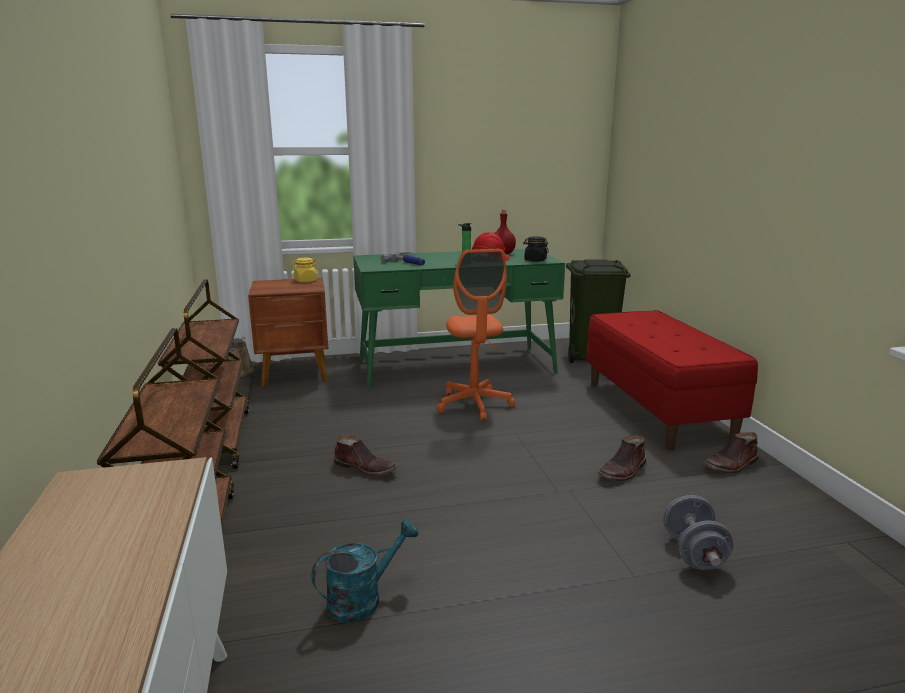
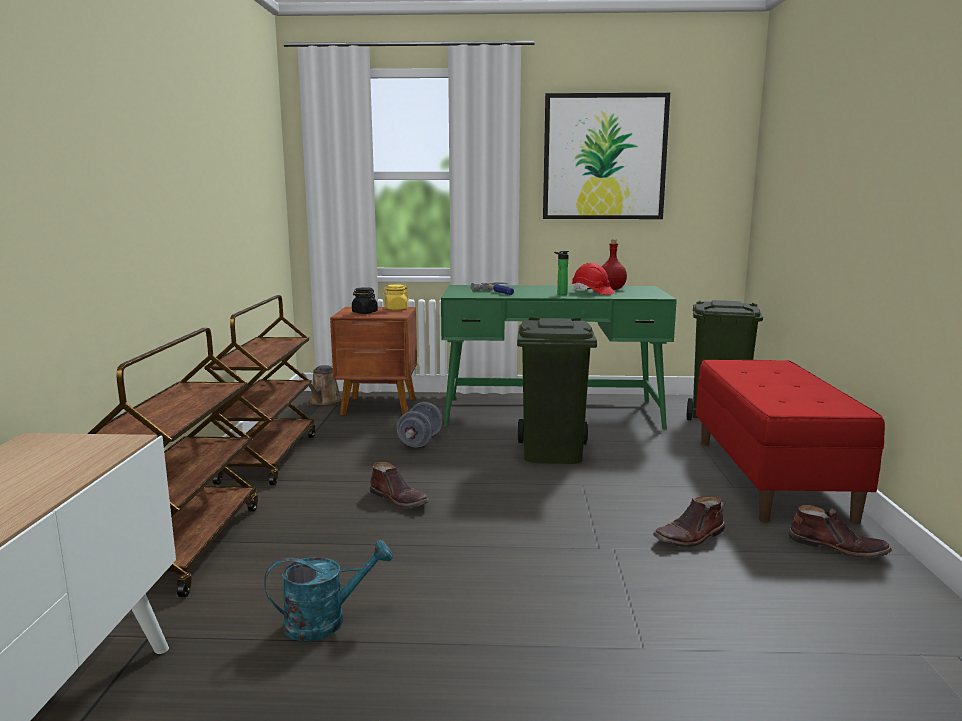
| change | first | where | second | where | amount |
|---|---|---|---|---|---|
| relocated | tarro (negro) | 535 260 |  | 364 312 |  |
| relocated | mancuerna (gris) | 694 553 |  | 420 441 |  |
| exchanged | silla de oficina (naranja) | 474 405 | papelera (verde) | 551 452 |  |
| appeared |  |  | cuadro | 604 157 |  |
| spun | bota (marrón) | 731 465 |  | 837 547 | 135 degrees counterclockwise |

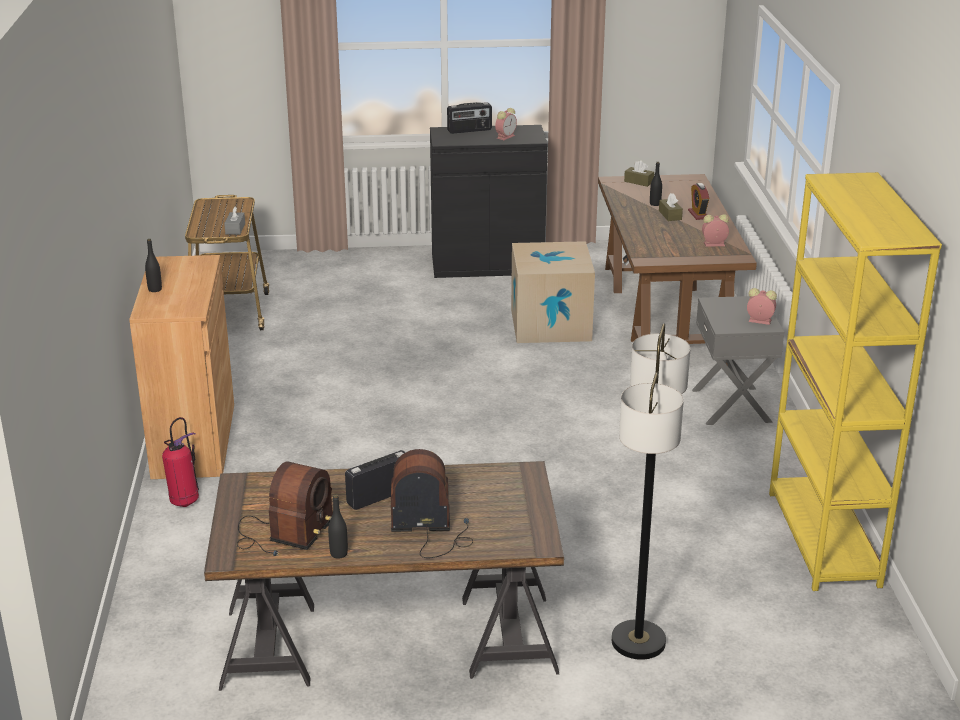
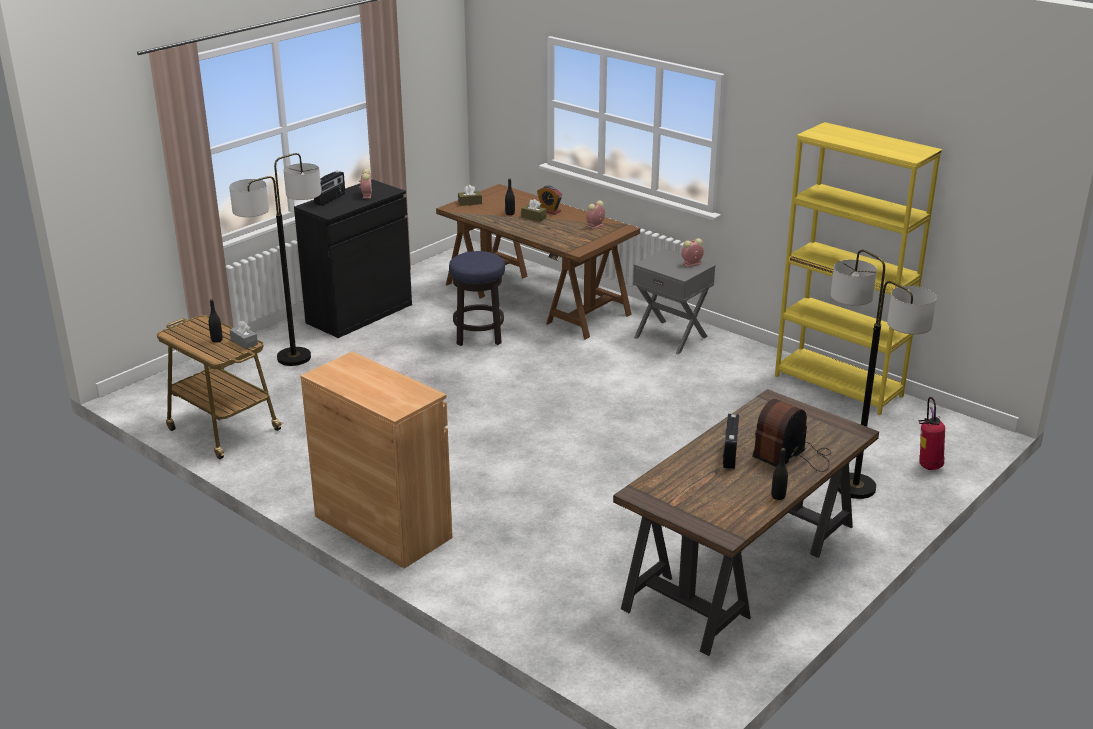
| change | first | where | second | where | amount |
|---|---|---|---|---|---|
| relocated | botella (negro) | 155 289 |  | 217 340 |  |
| appeared |  |  | lámpara de pie | 293 358 |  |
| exchanged | caja de cartón | 550 325 | taburete | 478 335 |  |
| relocated | extintor | 184 501 |  | 928 466 |  |
| missing | radio | 284 533 |  |  |  |

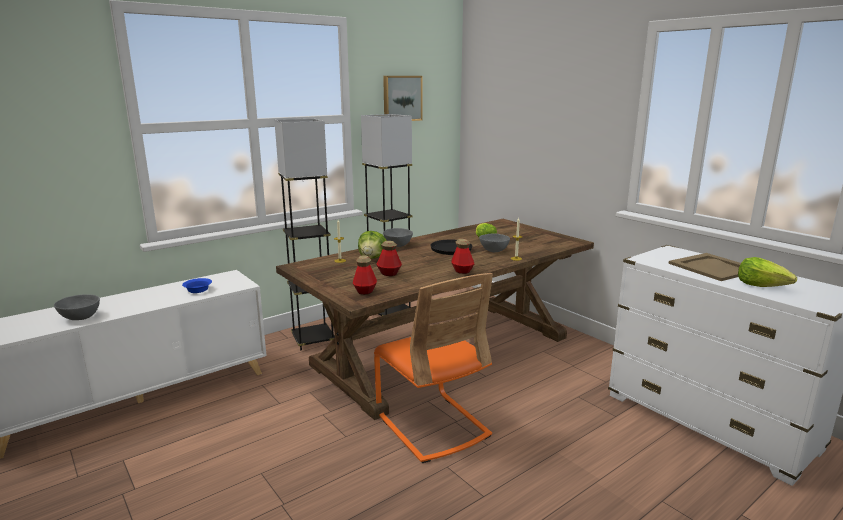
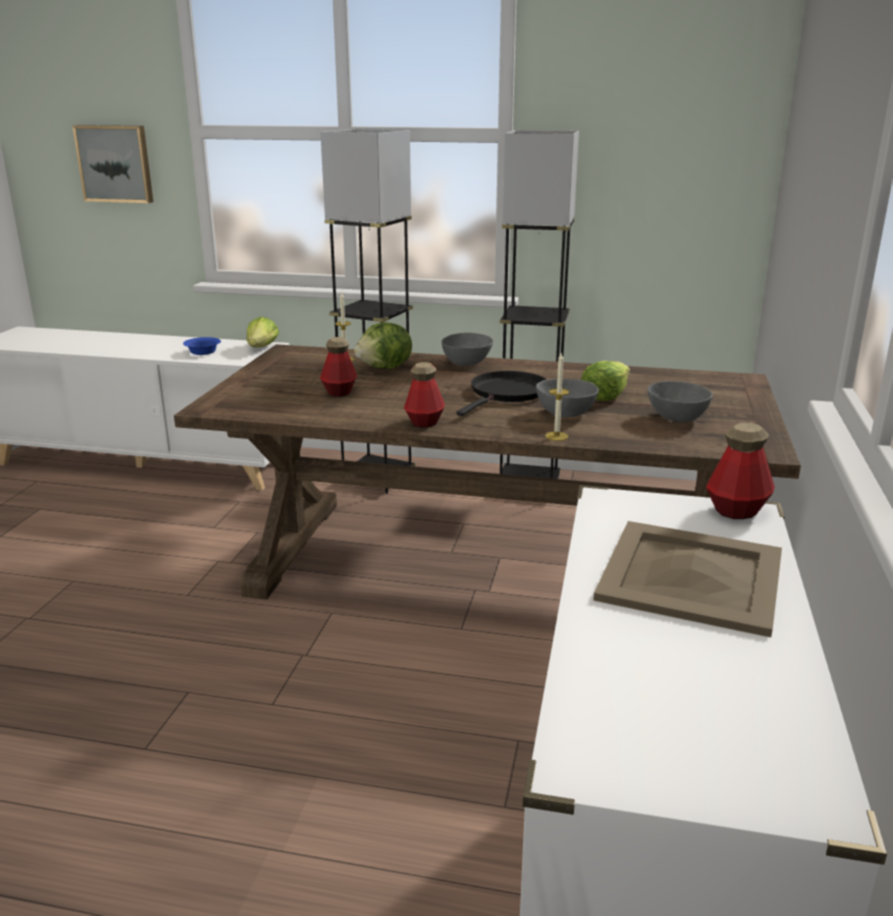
| change | first | where | second | where | amount |
|---|---|---|---|---|---|
| relocated | cuadro | 401 98 |  | 115 163 |  |
| relocated | lechuga | 761 286 |  | 262 348 |  |
| relocated | cuenco (gris) | 80 317 |  | 676 417 |  |
| relocated | botella | 365 291 |  | 736 510 |  |
| missing | silla (naranja) | 432 425 |  |  |  |

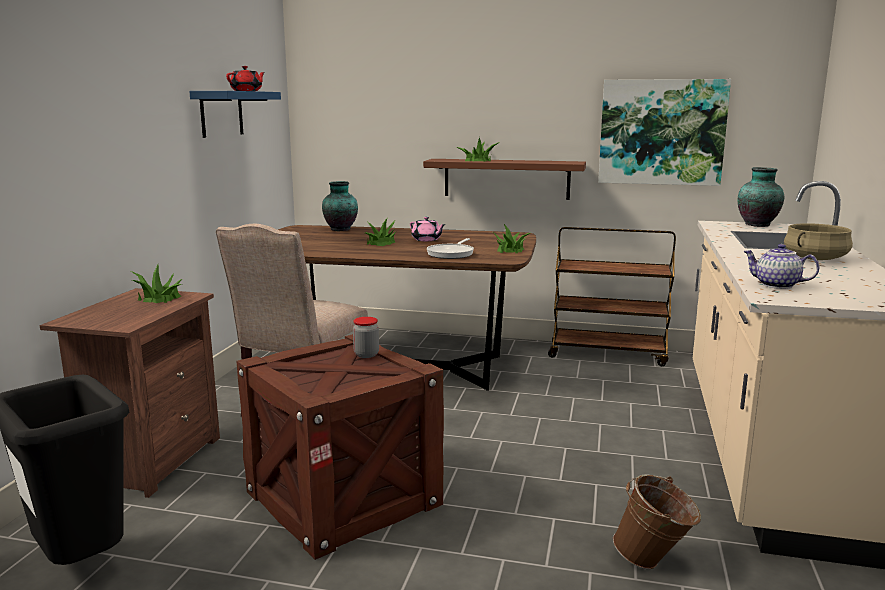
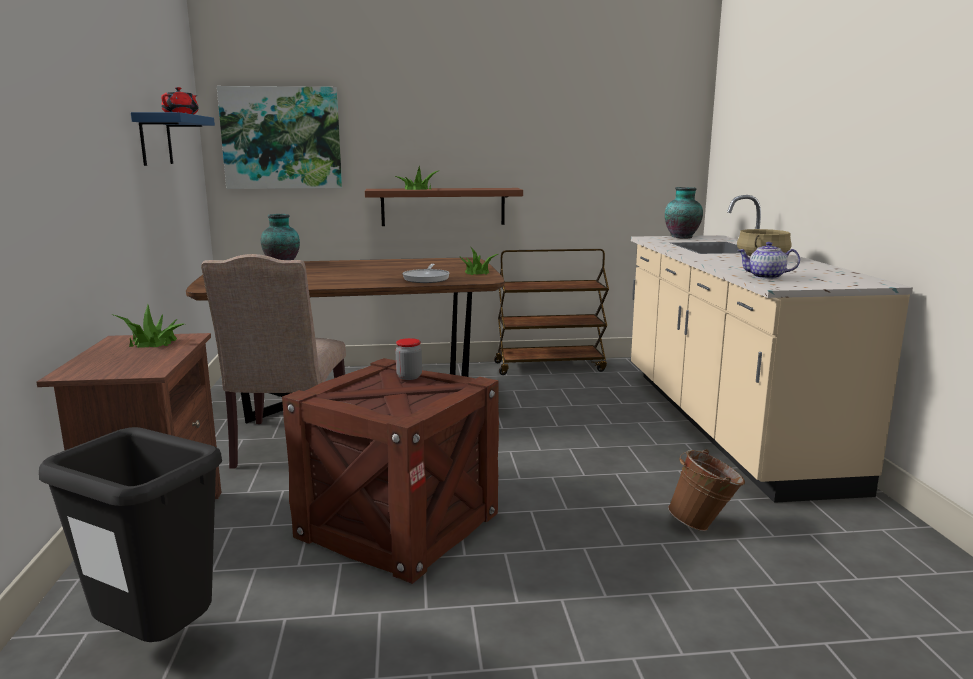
| change | first | where | second | where | amount |
|---|---|---|---|---|---|
| relocated | cuadro | 661 132 |  | 281 138 |  |
| missing | planta en maceta | 381 243 |  |  |  |
| missing | tetera (rosa) | 426 240 |  |  |  |

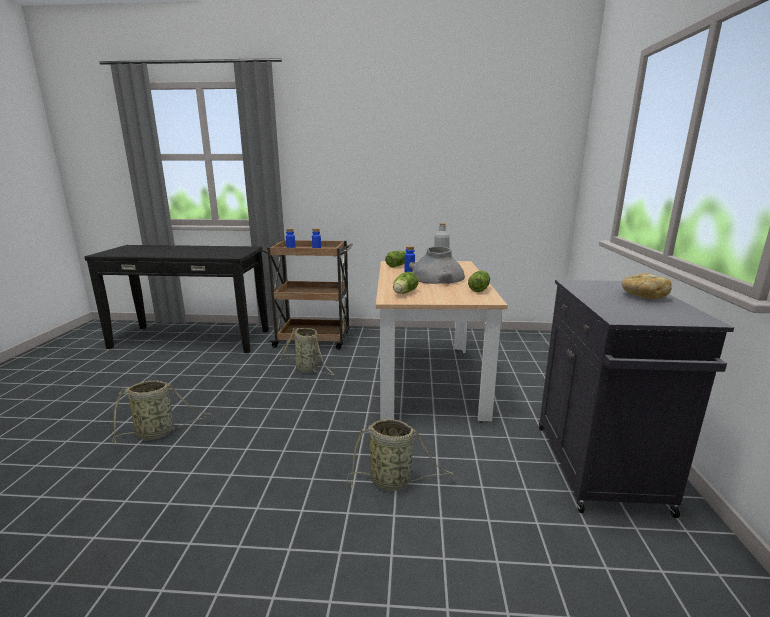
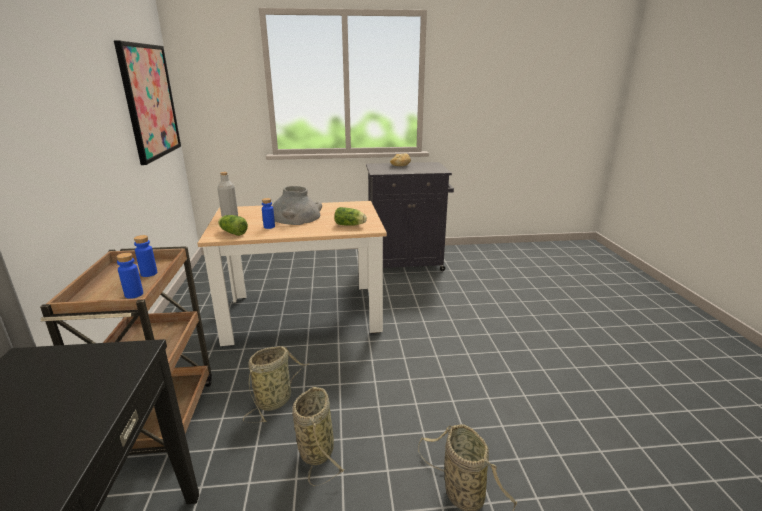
| change | first | where | second | where | amount |
|---|---|---|---|---|---|
| appeared |  |  | cuadro | 150 101 |  |
| relocated | cesta | 393 481 |  | 316 449 |  |
| missing | lechuga | 479 289 |  |  |  |

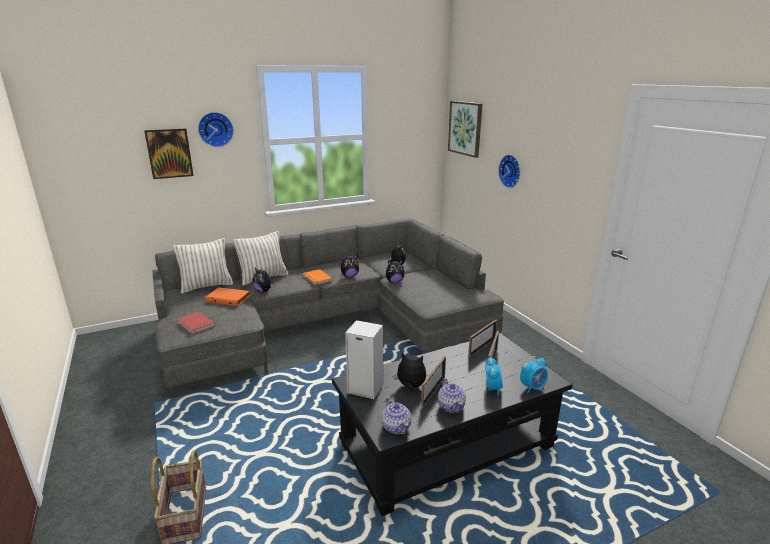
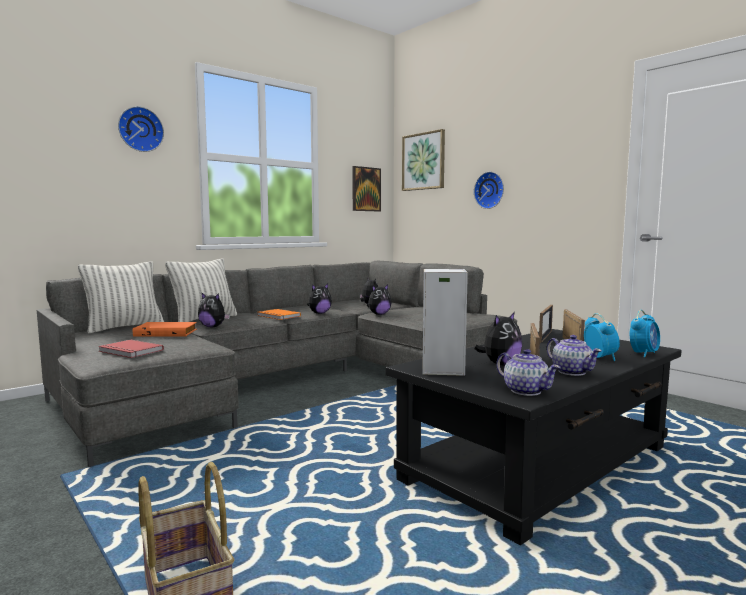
| change | first | where | second | where | amount |
|---|---|---|---|---|---|
| relocated | cuadro | 169 153 |  | 366 189 |  |
| spun | peluche | 410 387 |  | 500 364 | 135 degrees clockwise |

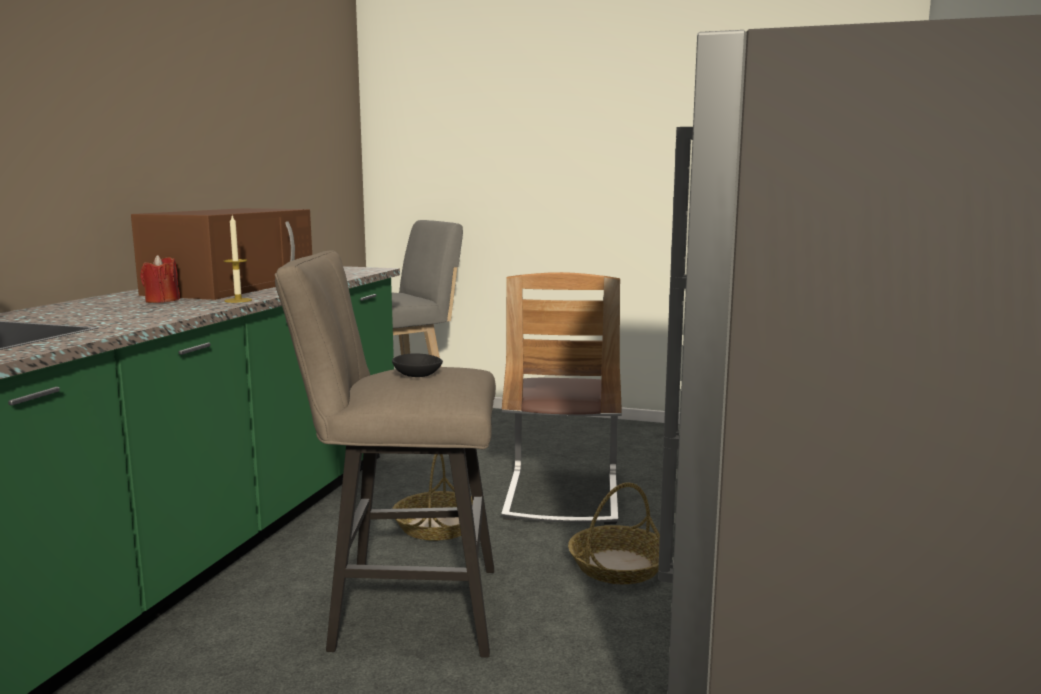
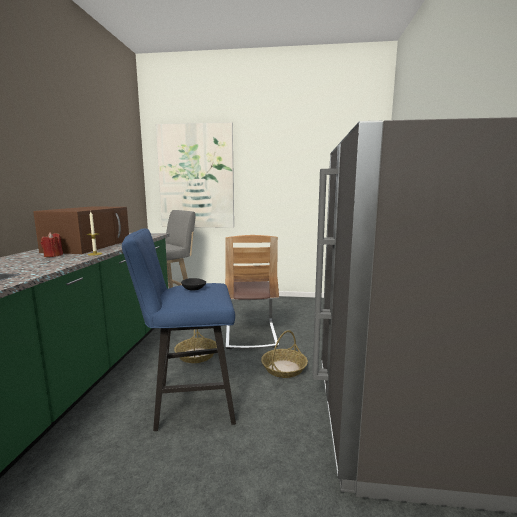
| change | first | where | second | where | amount |
|---|---|---|---|---|---|
| colour | taburete (beis) | 402 609 | taburete (azul) | 188 402 |  |
| appeared |  |  | cuadro | 196 177 |  |

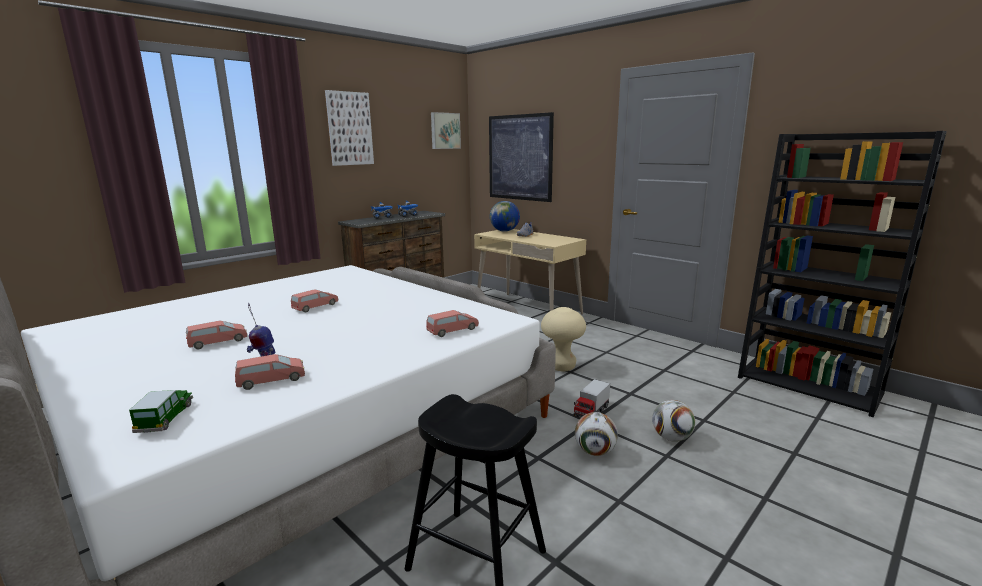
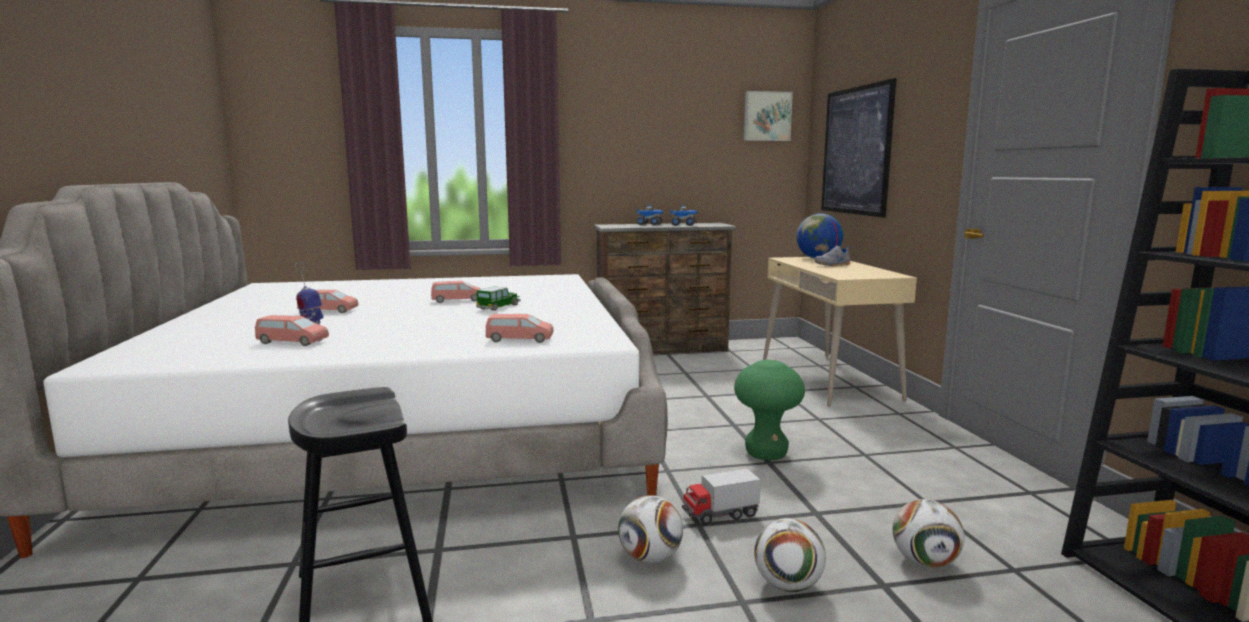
| change | first | where | second | where | amount |
|---|---|---|---|---|---|
| relocated | coche de juguete | 165 418 |  | 499 307 |  |
| colour | taburete (beis) | 562 367 | taburete (verde) | 766 454 |  |
| appeared |  |  | balón de fútbol | 925 562 |  |
| missing | cuadro | 349 128 |  |  |  |

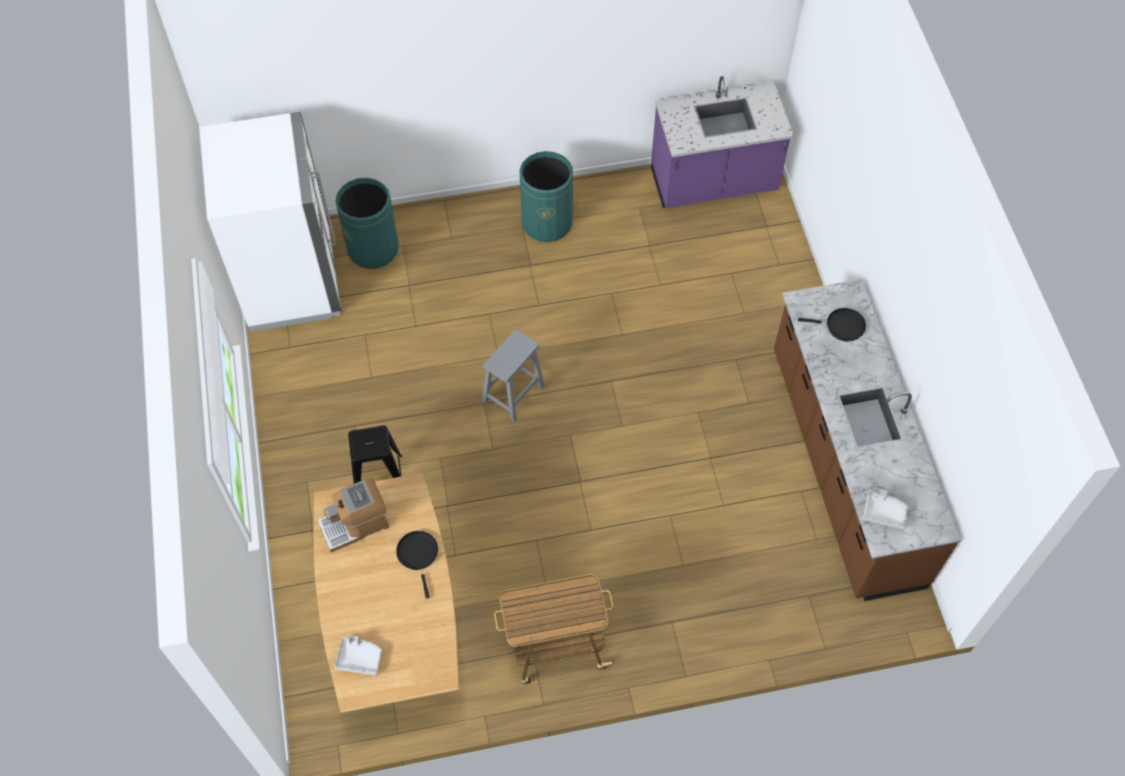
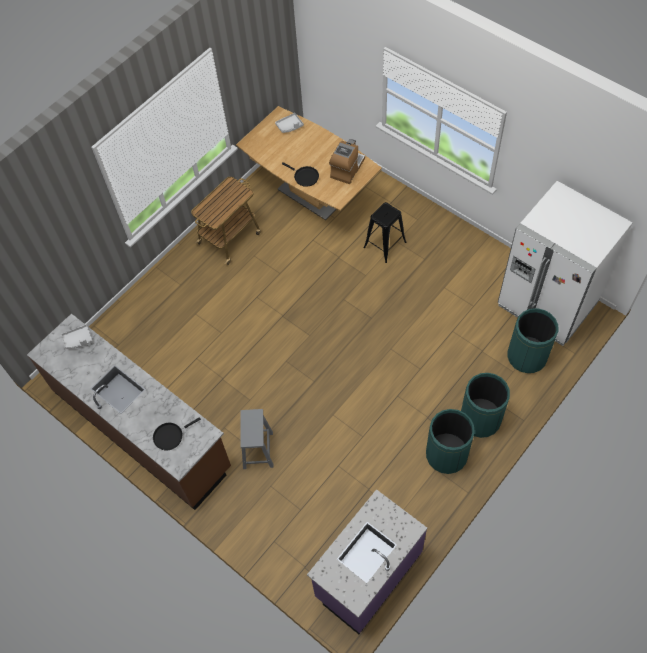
| change | first | where | second | where | amount |
|---|---|---|---|---|---|
| relocated | taburete (gris) | 514 393 |  | 258 451 |  |
| appeared |  |  | papelera (verde) | 480 419 |  |

